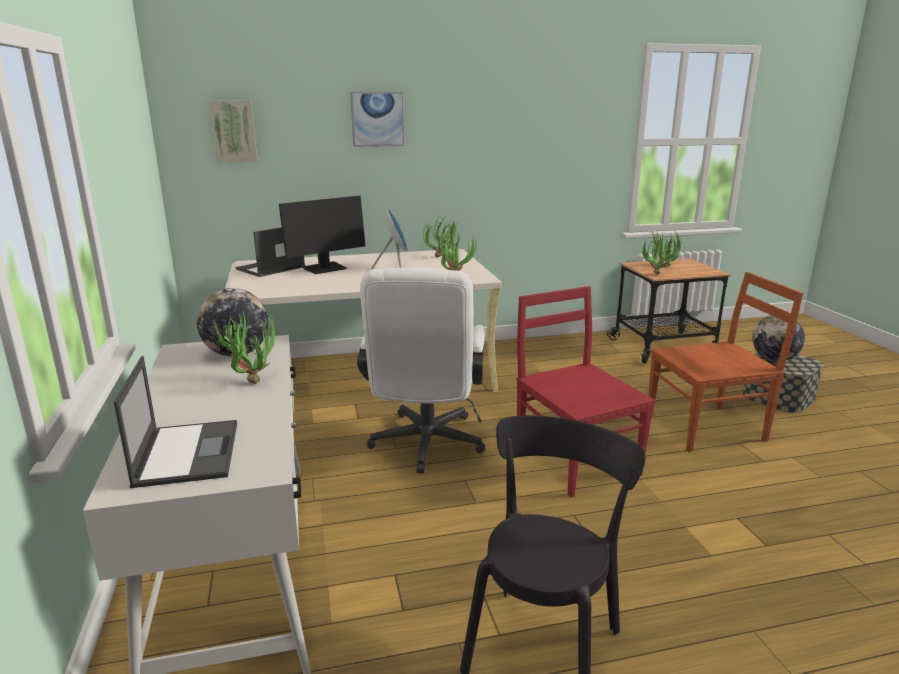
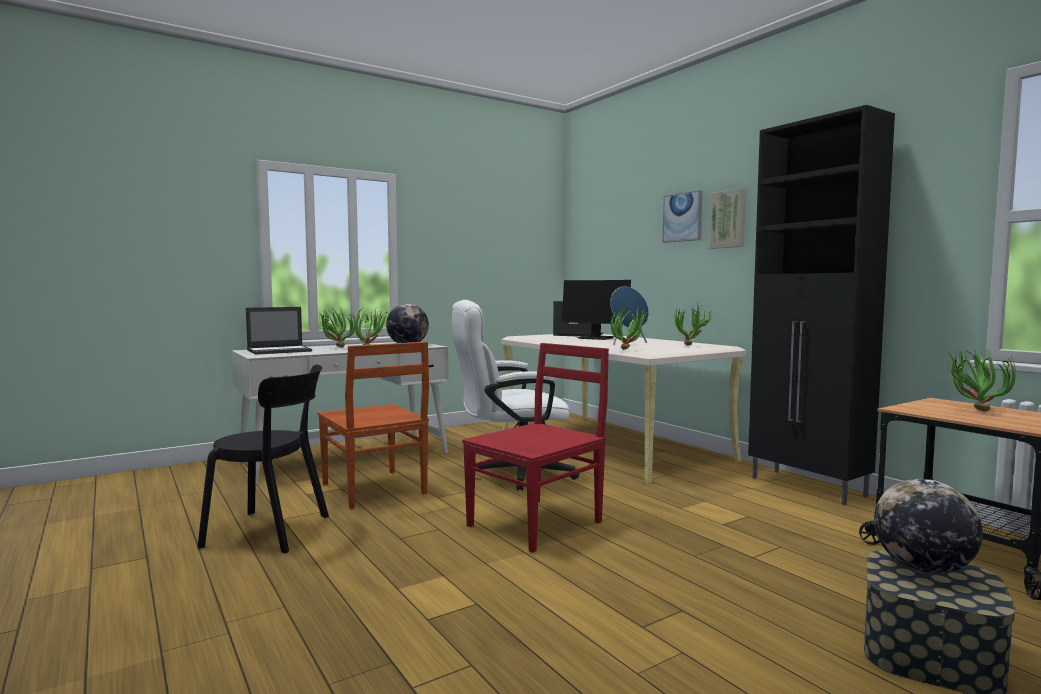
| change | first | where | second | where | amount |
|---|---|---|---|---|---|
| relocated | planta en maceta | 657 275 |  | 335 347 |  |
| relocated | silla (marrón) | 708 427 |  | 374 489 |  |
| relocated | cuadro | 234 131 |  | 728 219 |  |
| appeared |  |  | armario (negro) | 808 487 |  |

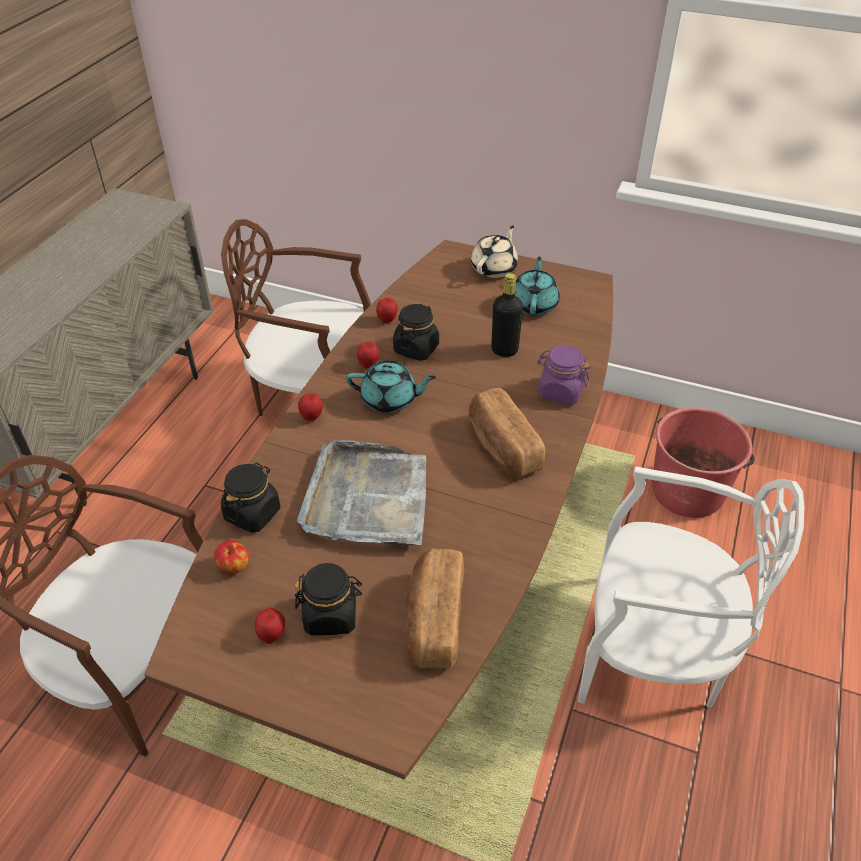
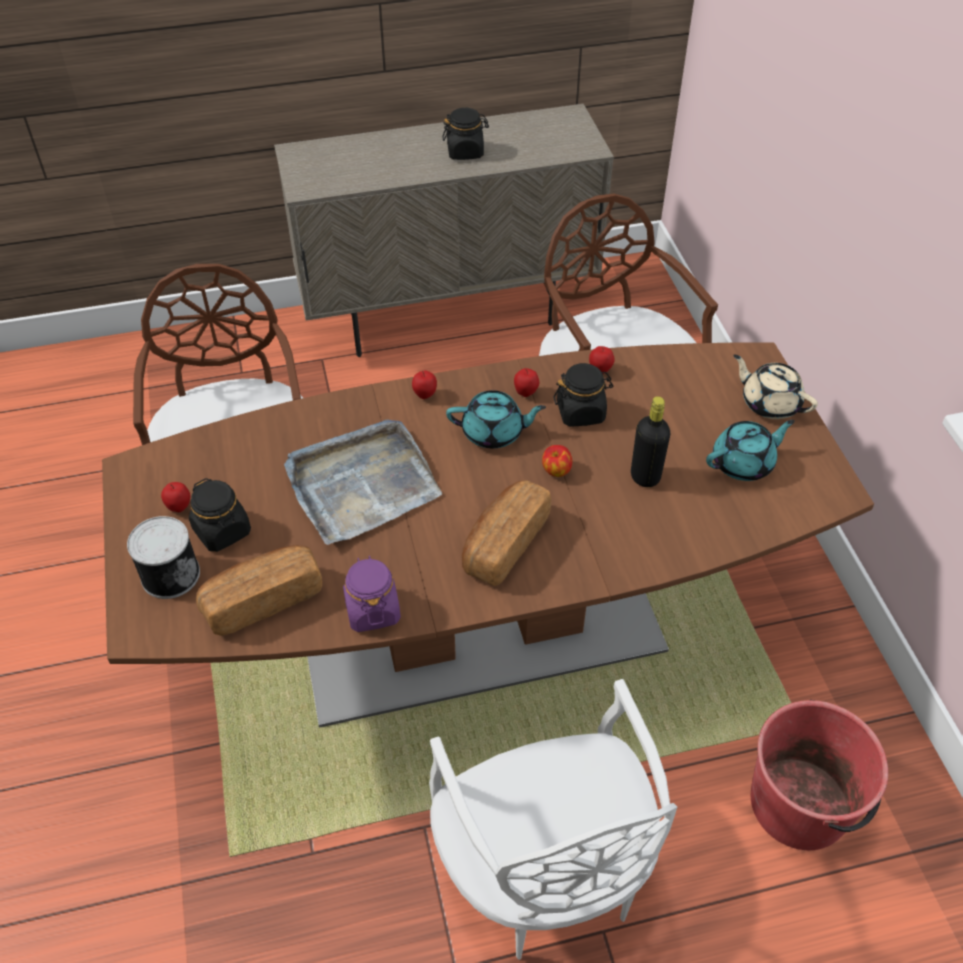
| change | first | where | second | where | amount |
|---|---|---|---|---|---|
| appeared |  |  | lata | 169 574 |  |
| relocated | tarro (morado) | 560 391 |  | 372 610 |  |
| relocated | tarro (negro) | 252 513 |  | 465 152 |  |
| spun | tetera (turquesa) | 390 400 |  | 494 432 | 60 degrees counterclockwise |
| relocated | manzana | 234 567 |  | 556 471 |  |
| spun | tetera (beis) | 494 268 |  | 769 403 | 135 degrees counterclockwise |

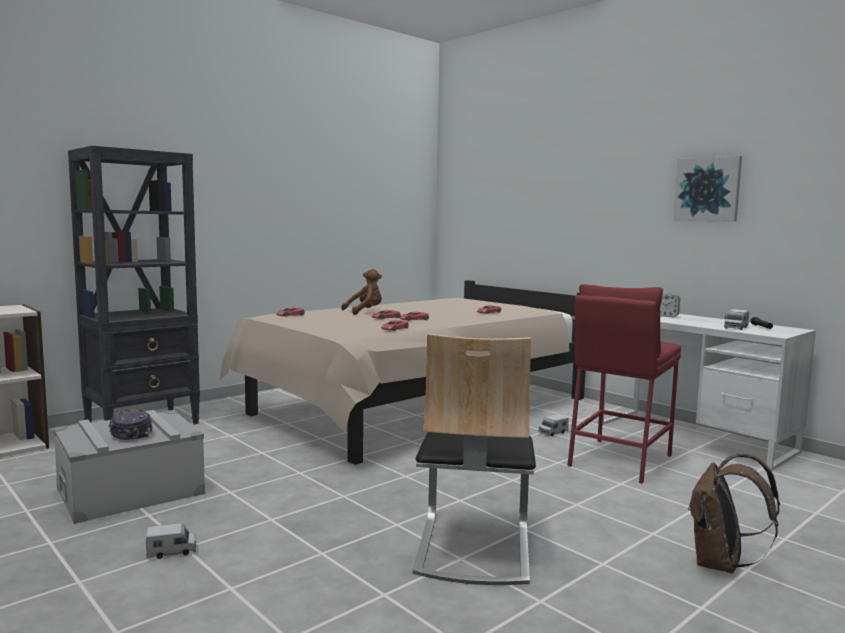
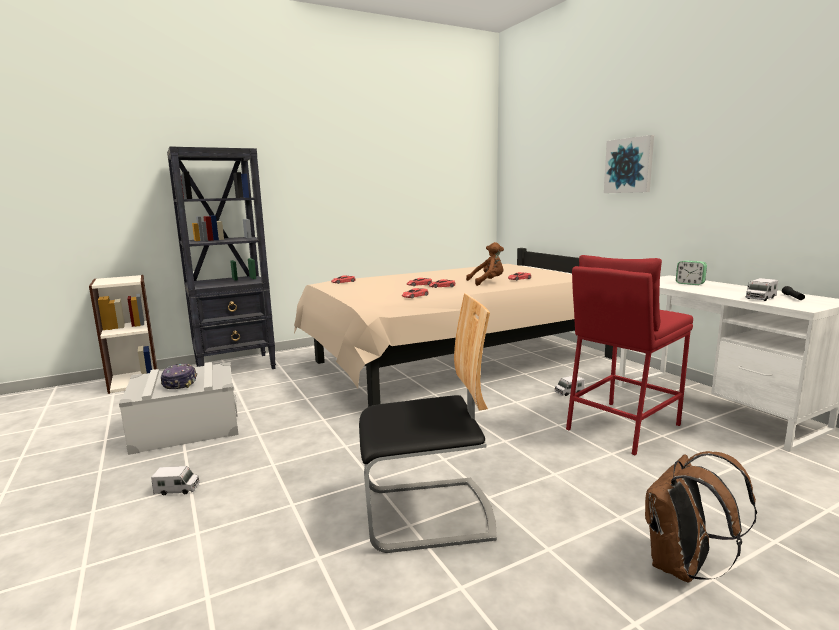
| change | first | where | second | where | amount |
|---|---|---|---|---|---|
| spun | silla | 472 547 |  | 427 514 | 120 degrees counterclockwise |
| relocated | peluche (marrón) | 365 312 |  | 487 282 |  |
| relocated | cuadro | 707 189 |  | 629 165 |  |

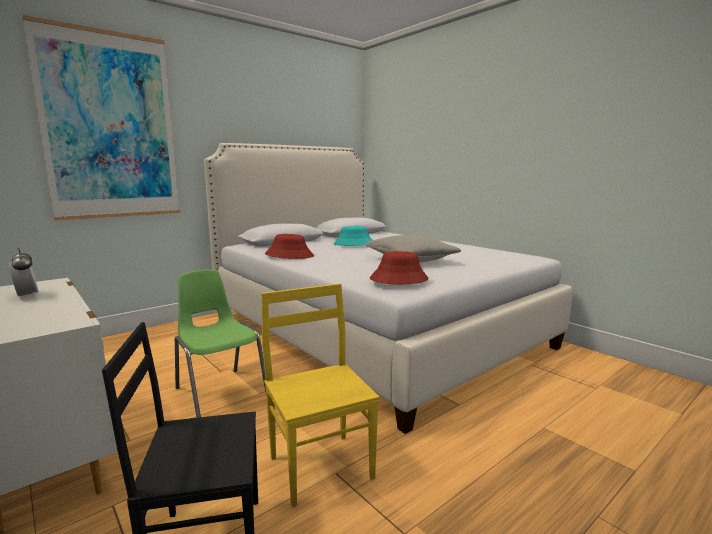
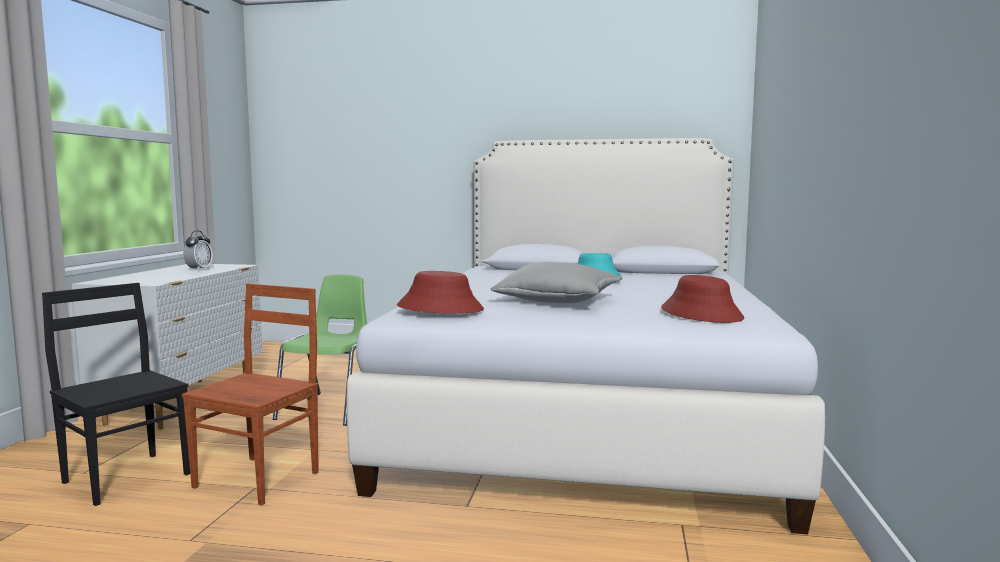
| change | first | where | second | where | amount |
|---|---|---|---|---|---|
| colour | silla (amarillo) | 322 466 | silla (marrón) | 259 479 |  |
| relocated | sombrero (rojo) | 289 255 |  | 701 314 |  |
| missing | cuadro | 110 127 |  |  |  |

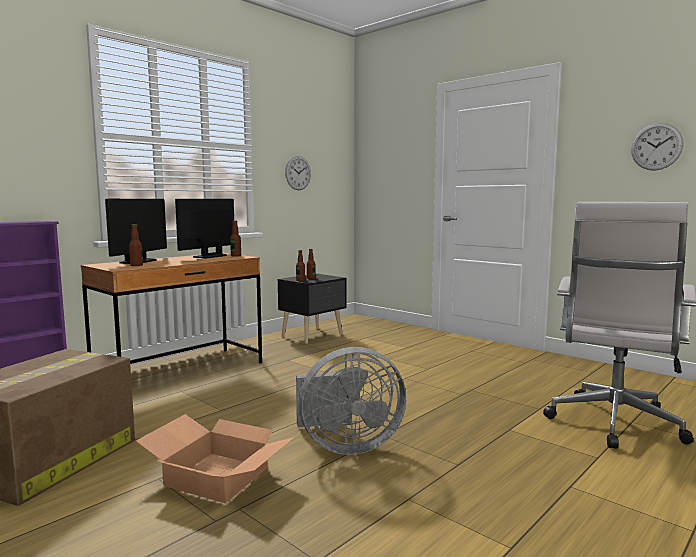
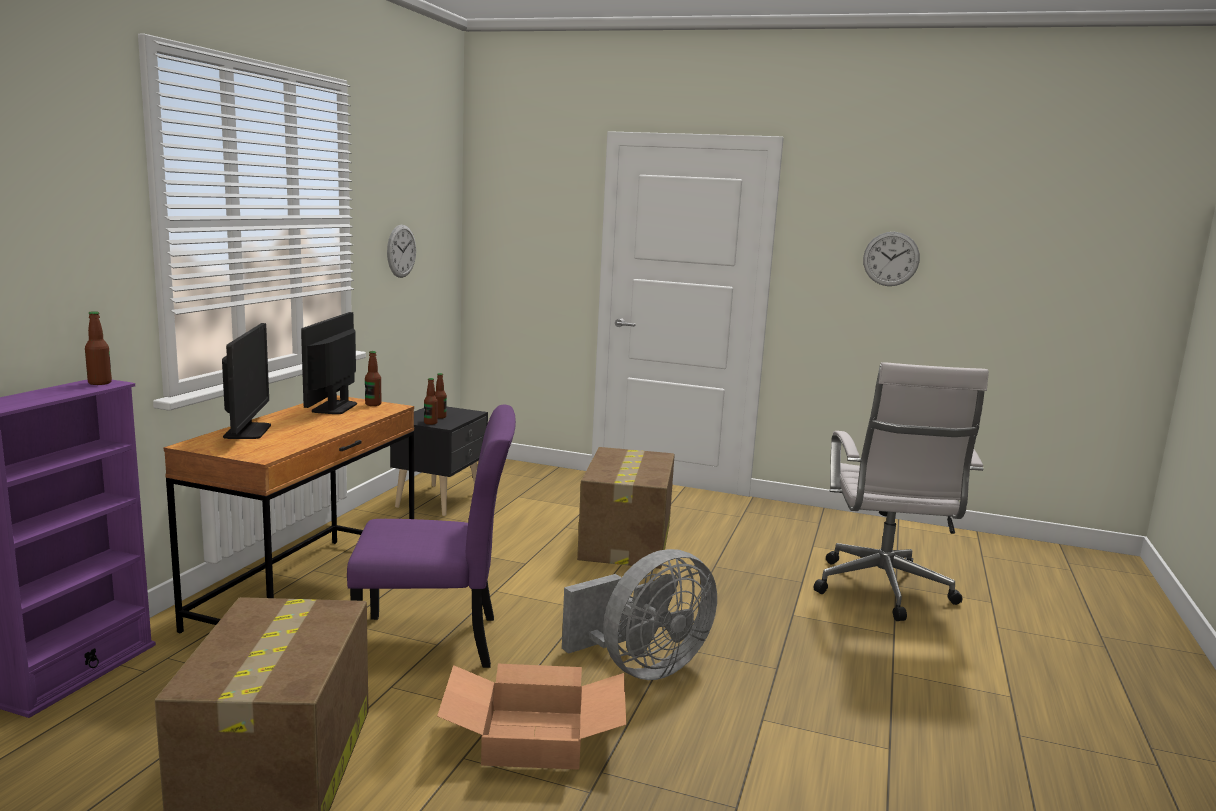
| change | first | where | second | where | amount |
|---|---|---|---|---|---|
| relocated | botella | 136 265 |  | 100 383 |  |
| appeared |  |  | silla (morado) | 435 642 |  |
| appeared |  |  | caja de cartón | 625 542 |  |

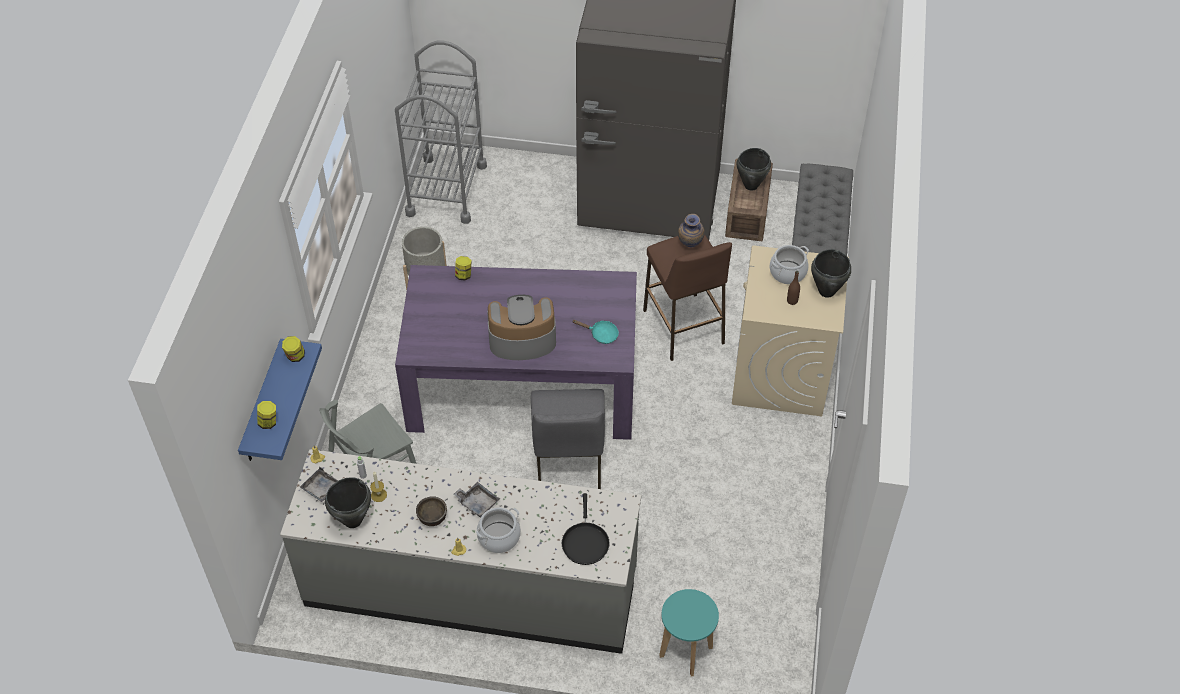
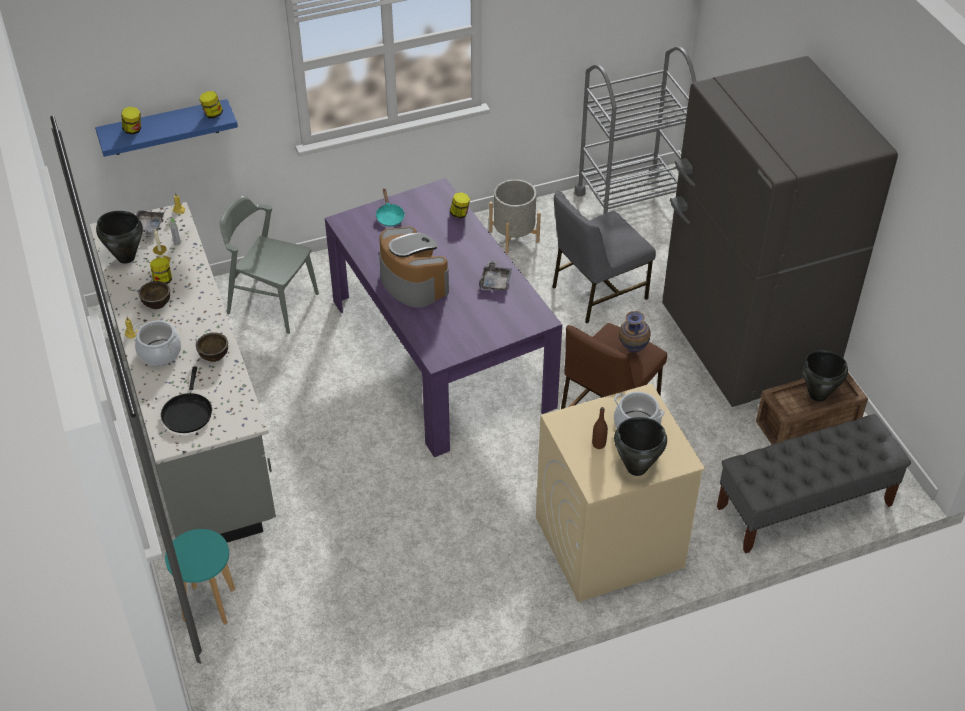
| change | first | where | second | where | amount |
|---|---|---|---|---|---|
| appeared |  |  | tarro | 163 280 |  |
| spun | sartén (negro) | 585 542 |  | 187 412 | 60 degrees counterclockwise |
| appeared |  |  | cuenco (marrón) | 214 355 |  |
| relocated | sartén (turquesa) | 601 334 |  | 389 216 |  |
| relocated | bandeja (gris) | 477 503 |  | 495 281 |  |
| relocated | silla (gris) | 568 461 |  | 597 292 |  |

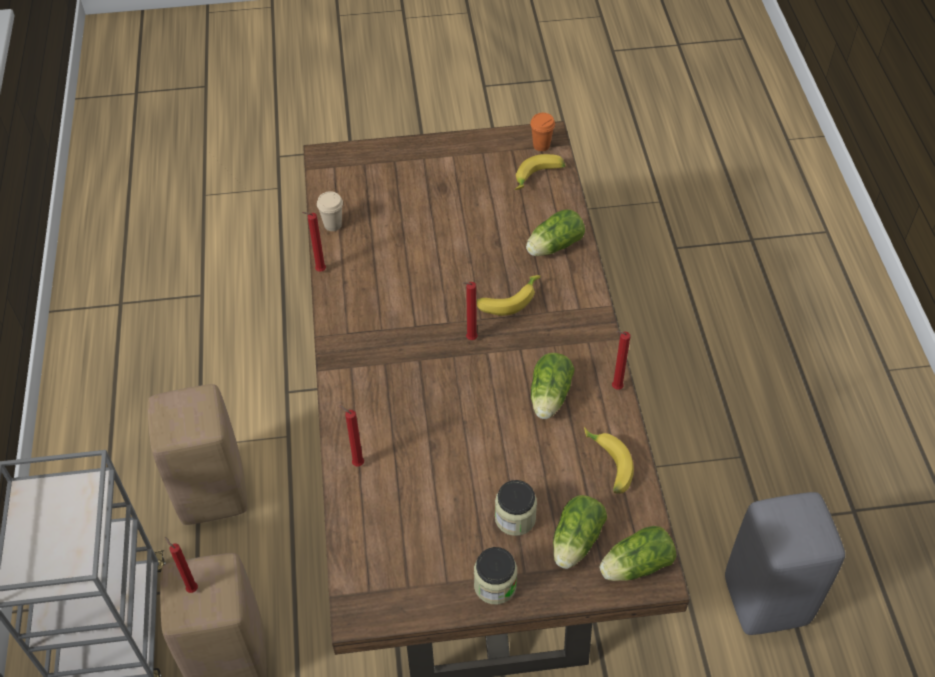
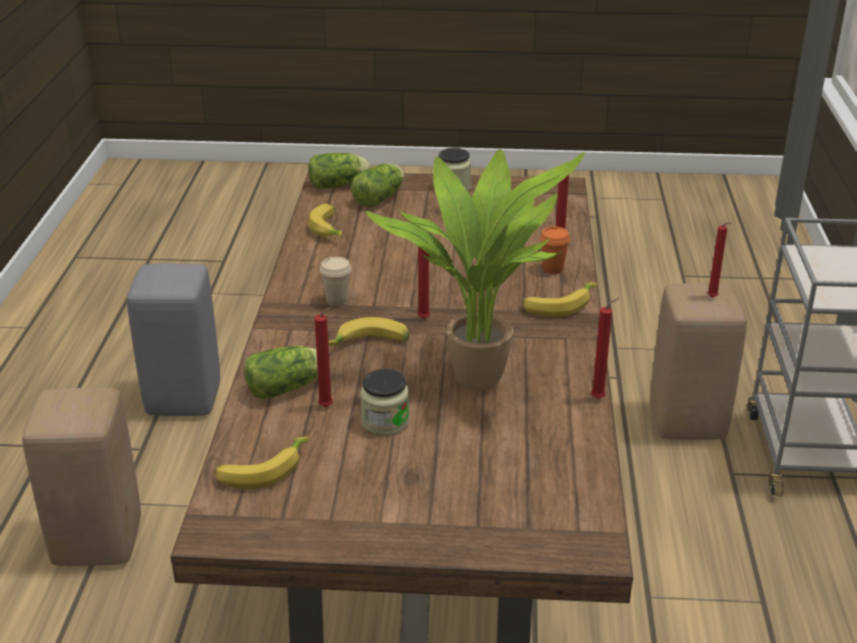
| change | first | where | second | where | amount |
|---|---|---|---|---|---|
| relocated | taburete (beis) | 211 493 |  | 99 543 |  |
| relocated | vela (rojo) | 615 388 |  | 328 406 |  |
| relocated | taza (beis) | 333 225 |  | 337 301 |  |
| relocated | tarro | 515 518 |  | 385 422 |  |
| appeared |  |  | planta en maceta | 479 376 |  |
| appeared |  |  | plátano | 558 305 |  |
| relocated | taza (naranja) | 541 145 |  | 552 269 |  |
| missing | lechuga | 549 398 |  |  |  |

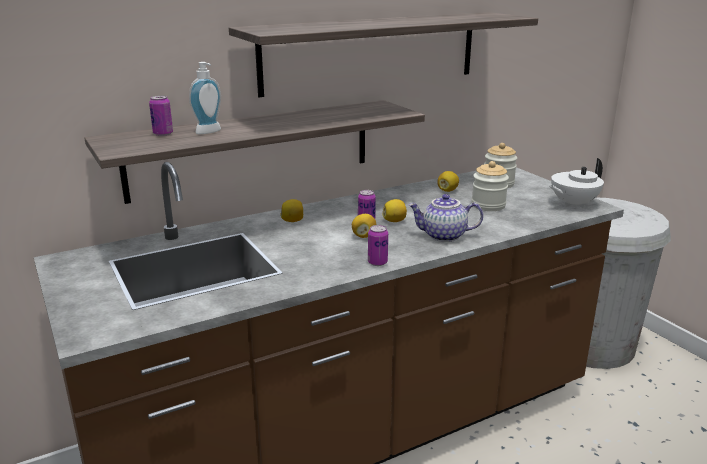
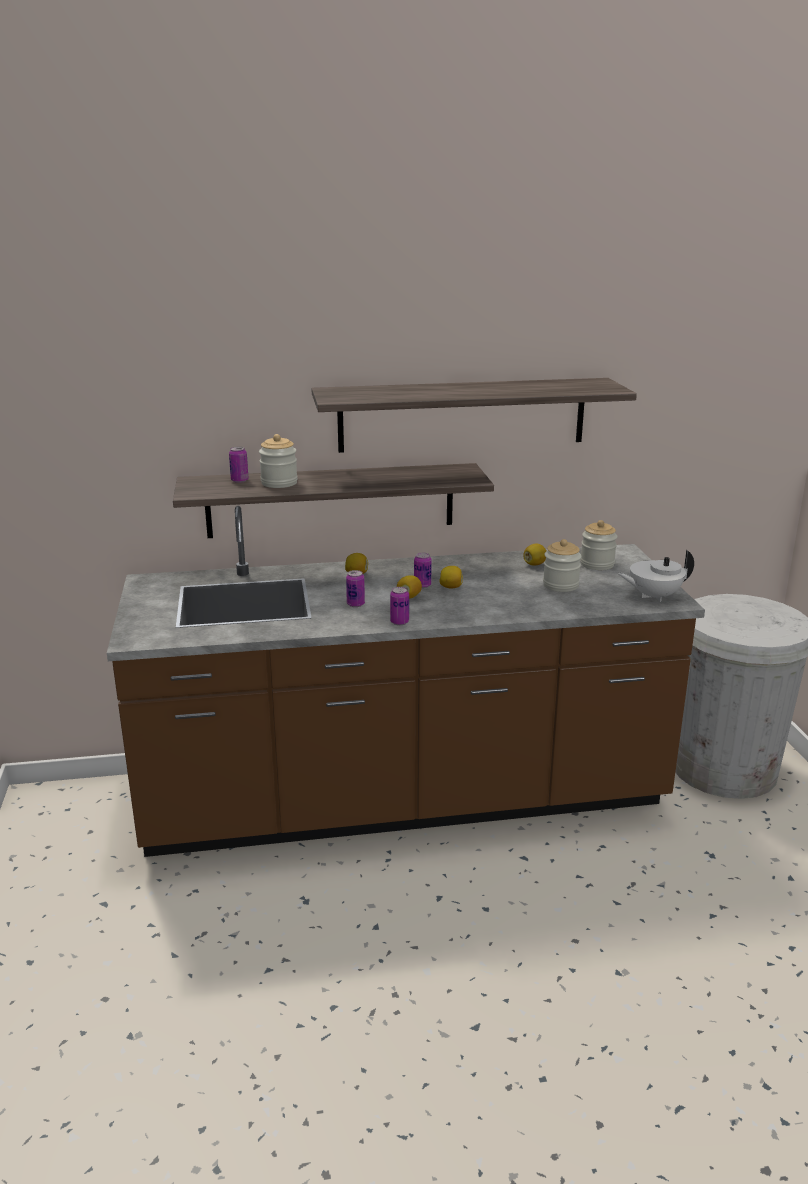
| change | first | where | second | where | amount |
|---|---|---|---|---|---|
| exchanged | dispensador de jabón | 210 132 | tarro | 279 483 |  |
| appeared |  |  | lata | 355 604 |  |
| missing | tetera | 443 236 |  |  |  |

